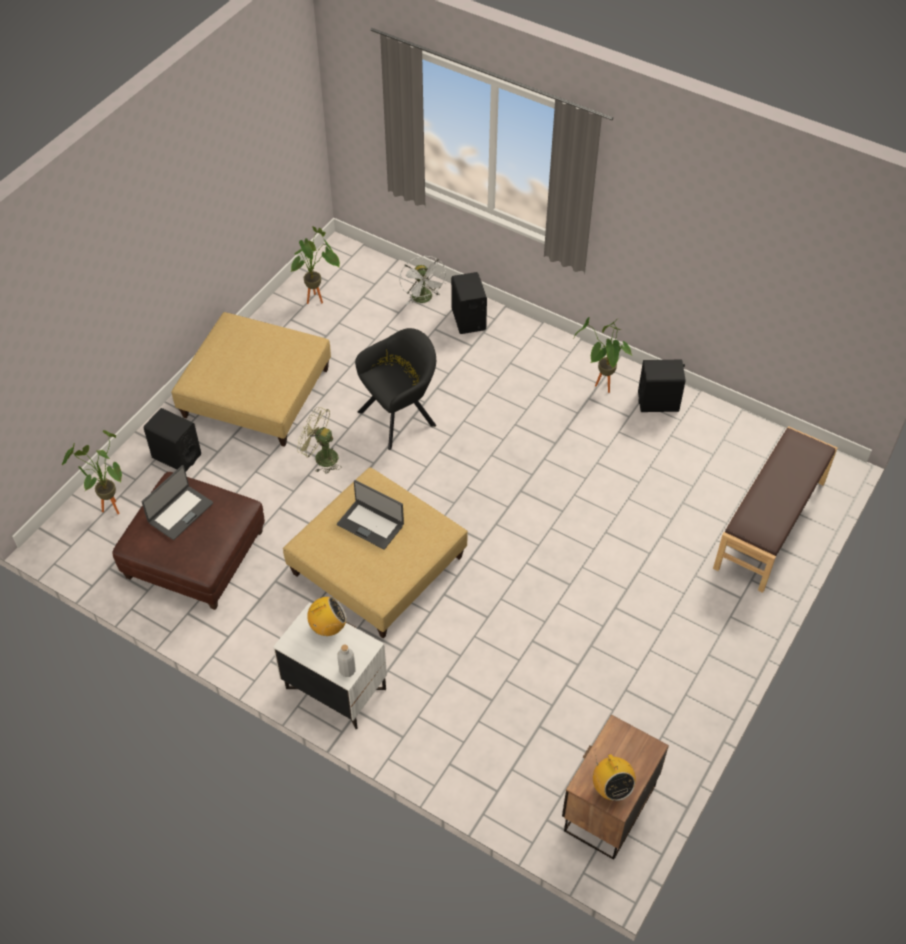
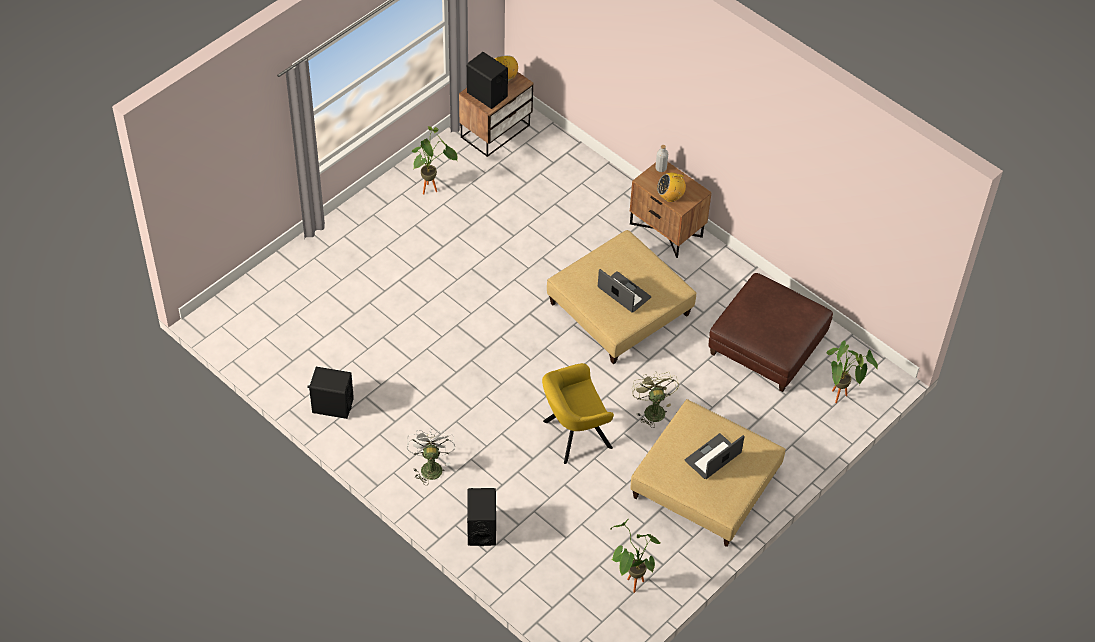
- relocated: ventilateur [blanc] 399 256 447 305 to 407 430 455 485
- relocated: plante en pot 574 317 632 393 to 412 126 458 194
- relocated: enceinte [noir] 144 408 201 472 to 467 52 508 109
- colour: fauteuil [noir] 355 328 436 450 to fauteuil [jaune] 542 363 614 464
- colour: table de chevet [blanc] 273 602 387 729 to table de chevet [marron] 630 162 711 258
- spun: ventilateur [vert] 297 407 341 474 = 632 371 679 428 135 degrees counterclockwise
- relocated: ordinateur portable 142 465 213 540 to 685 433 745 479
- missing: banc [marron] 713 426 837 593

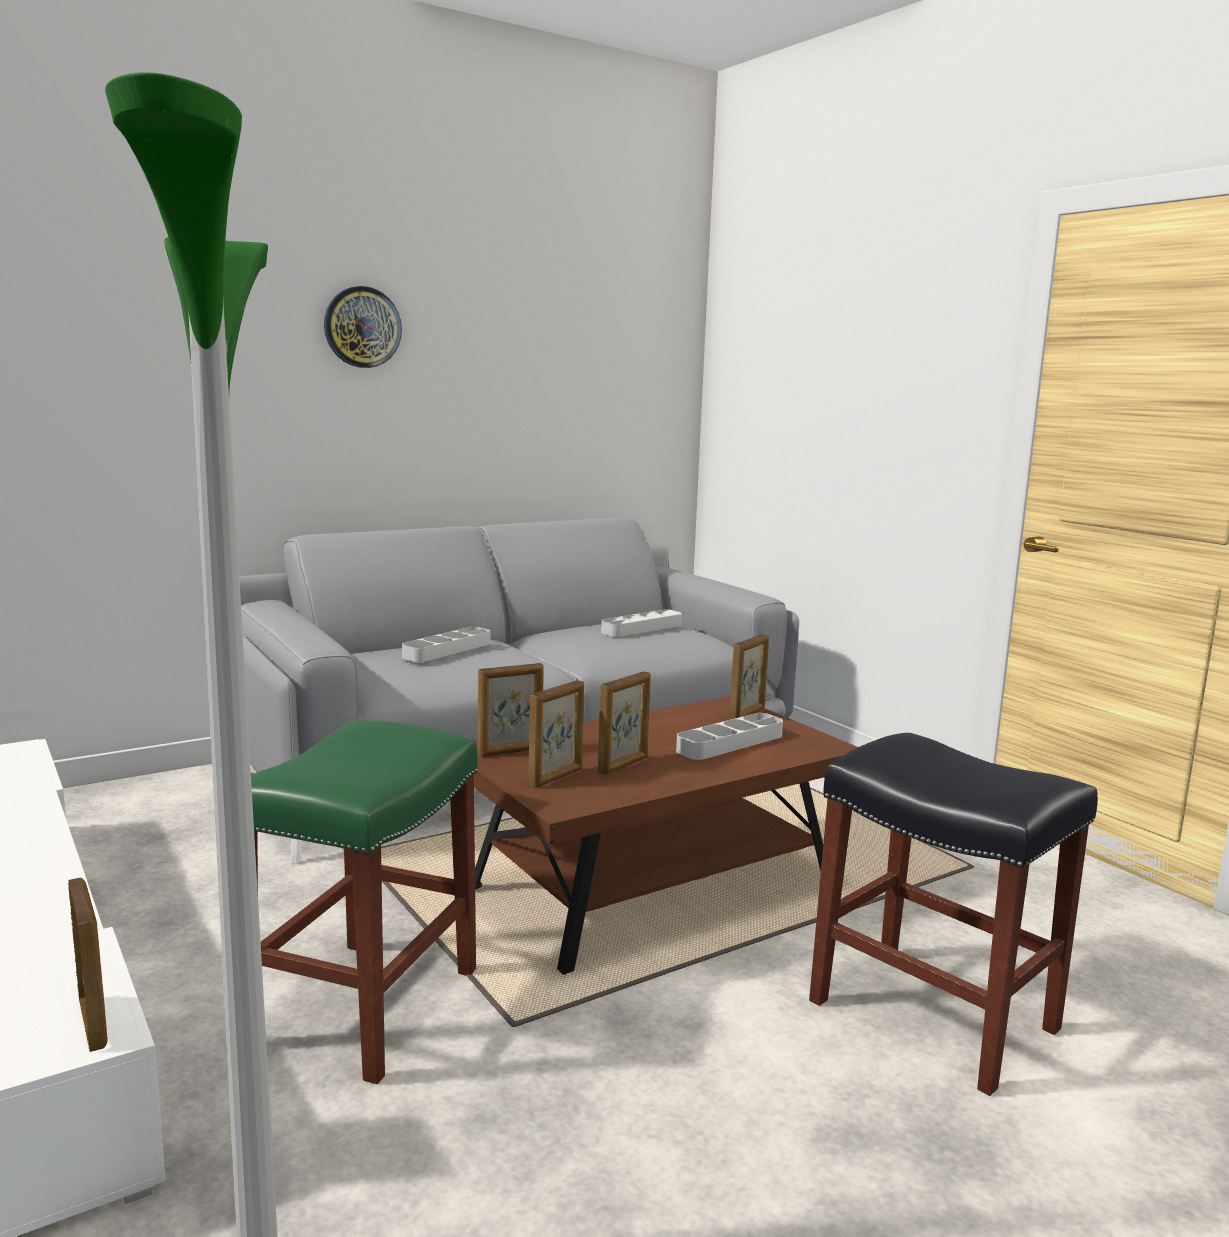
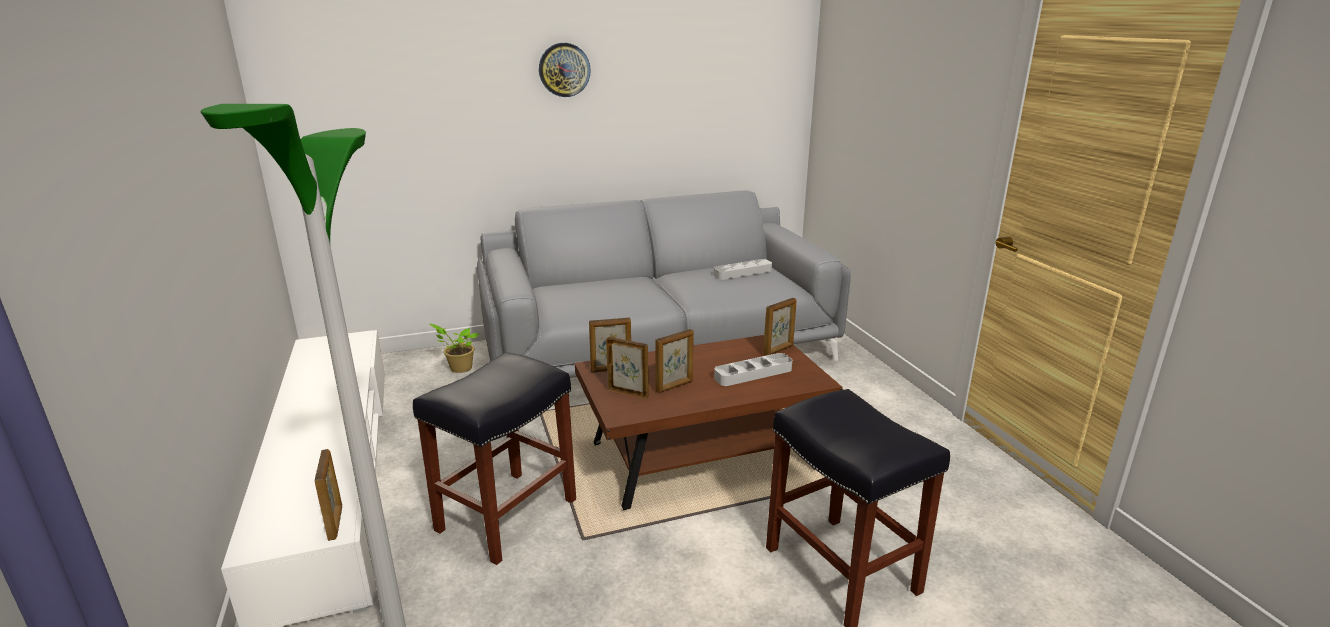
- colour: tabouret [vert] 251 720 478 1084 to tabouret [noir] 413 352 576 565
- appeared: plante en pot 430 324 479 373
- spun: cadre photo 528 680 584 788 = 606 337 649 399 120 degrees counterclockwise
- missing: plateau [gris] 402 627 490 662

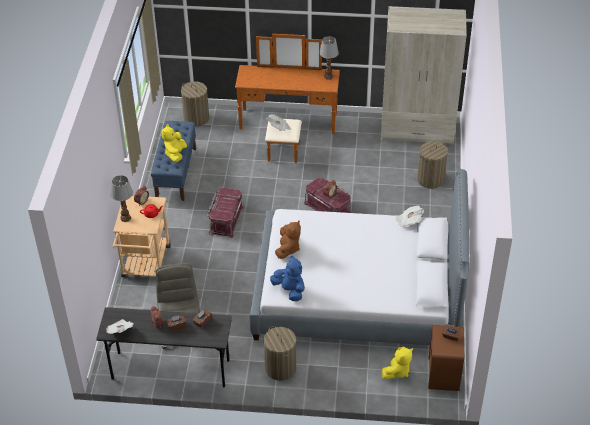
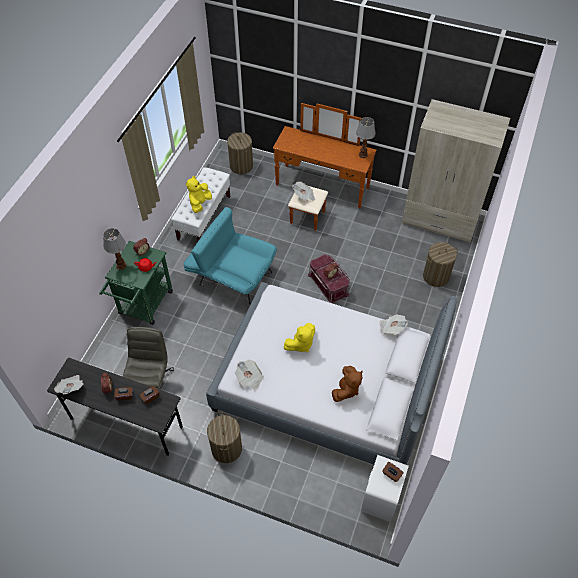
- colour: chariot [beige] 113 196 171 277 to chariot [vert] 99 241 173 325
- colour: banc [bleu] 151 121 196 201 to banc [blanc] 171 167 230 241
- exchanged: boîte de rangement [rouge] 207 188 244 238 to fauteuil [turquoise] 183 207 277 304
- exchanged: peluche [bleu] 270 256 305 301 to journal 235 360 264 391
- relocated: peluche [jaune] 382 347 413 379 to 284 323 315 352
- relocated: peluche [marron] 275 221 301 259 to 332 366 363 402
- colour: table de chevet [marron] 428 325 464 391 to table de chevet [blanc] 361 455 409 522

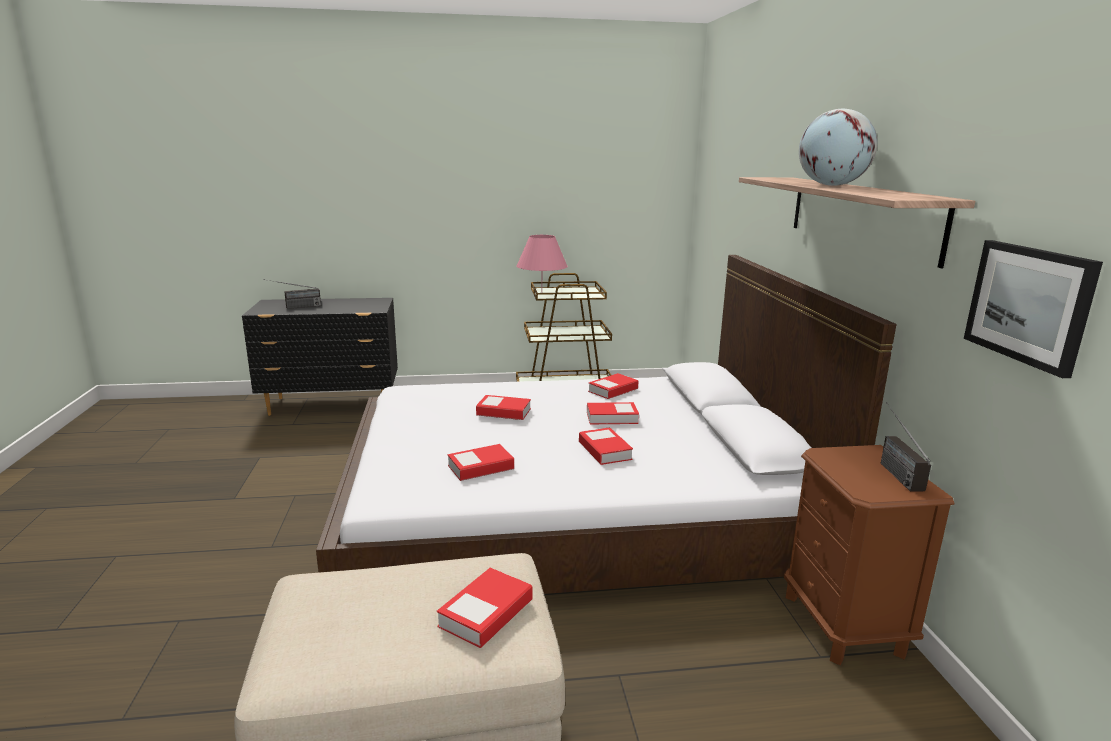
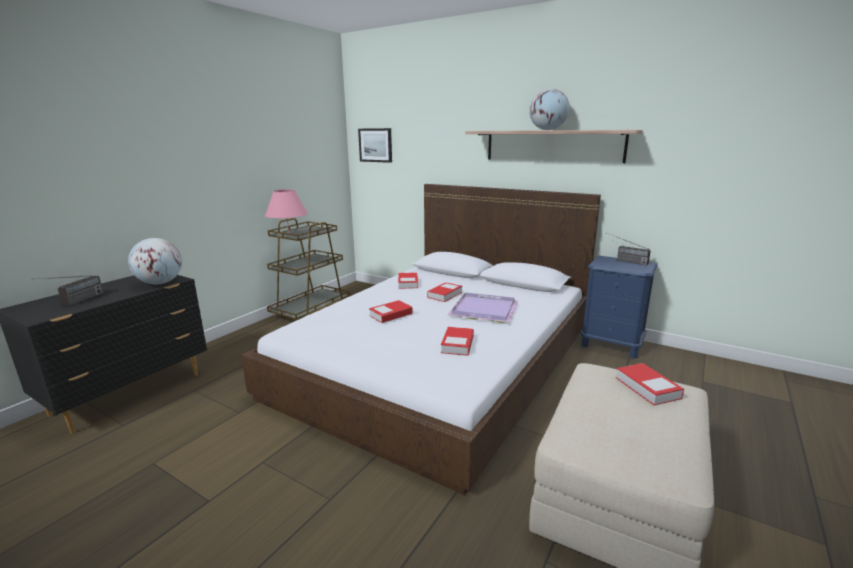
- appeared: globe 128 238 182 285
- relocated: tableau 964 240 1103 378 to 358 128 392 163
- exchanged: livre 579 427 633 465 to plateau [violet] 448 293 518 323
- colour: table de chevet [marron] 784 445 954 665 to table de chevet [bleu] 580 256 658 359

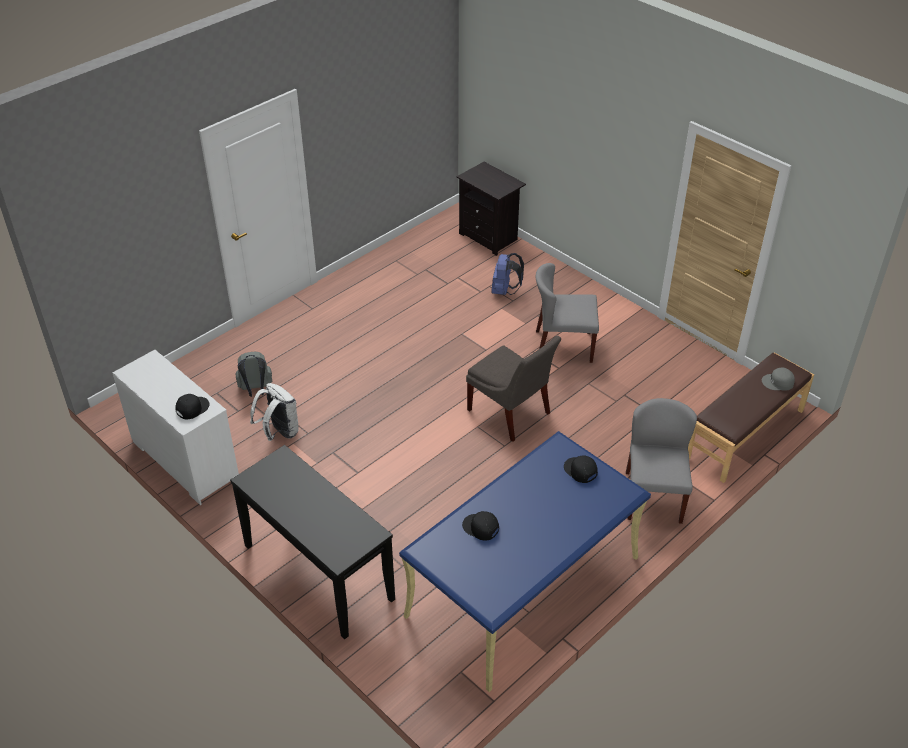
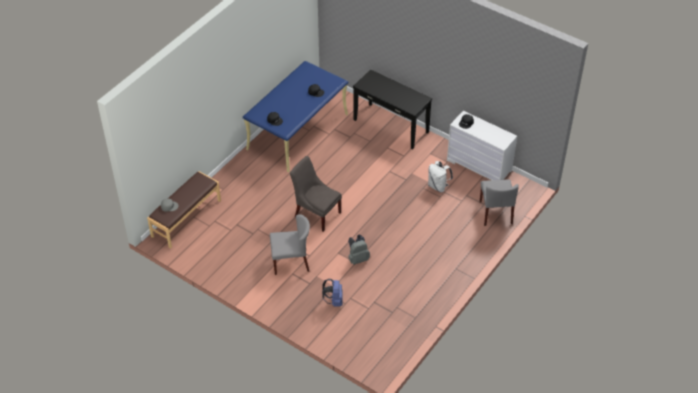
- relocated: sac à dos [gris] 236 351 272 397 to 348 234 370 265
- relocated: chaise [gris] 626 398 697 524 to 480 179 519 226
- missing: table de chevet [noir] 457 162 526 256

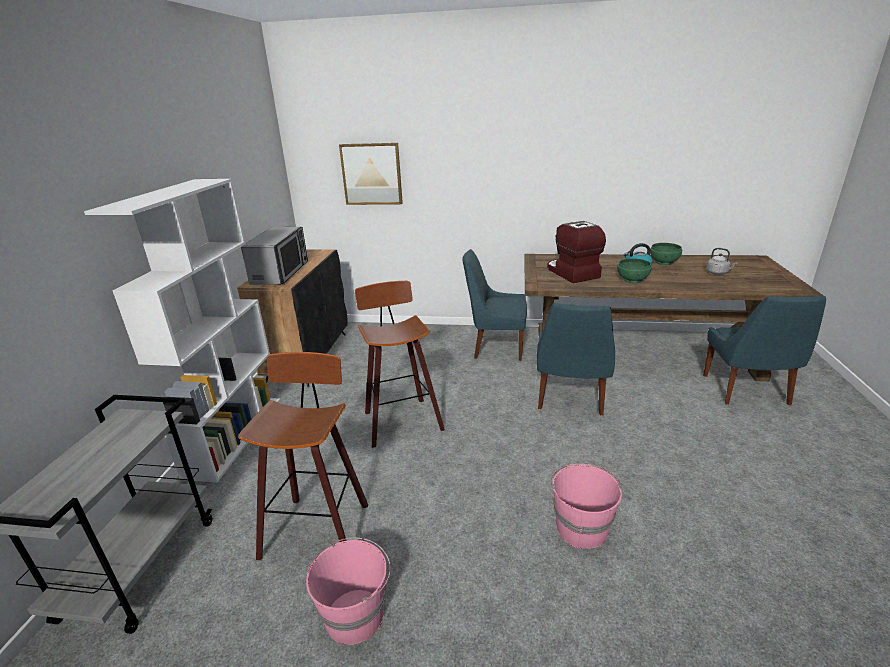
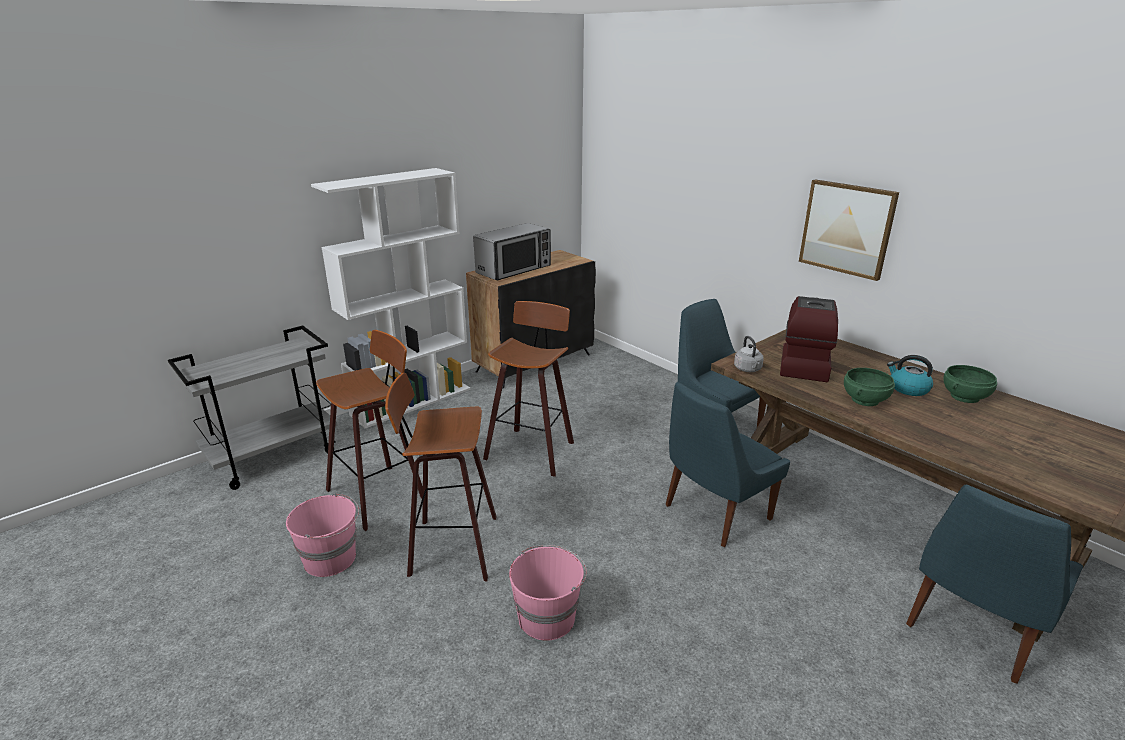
- appeared: tabouret 385 373 496 582
- relocated: bouilloire [gris] 706 248 738 274 to 734 336 764 372
- relocated: tableau 339 143 403 205 to 799 179 899 281

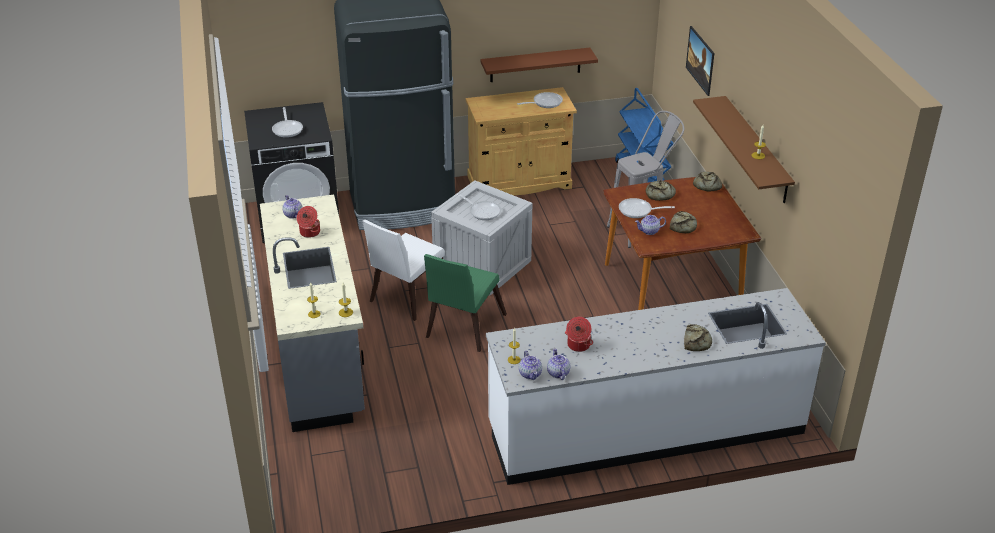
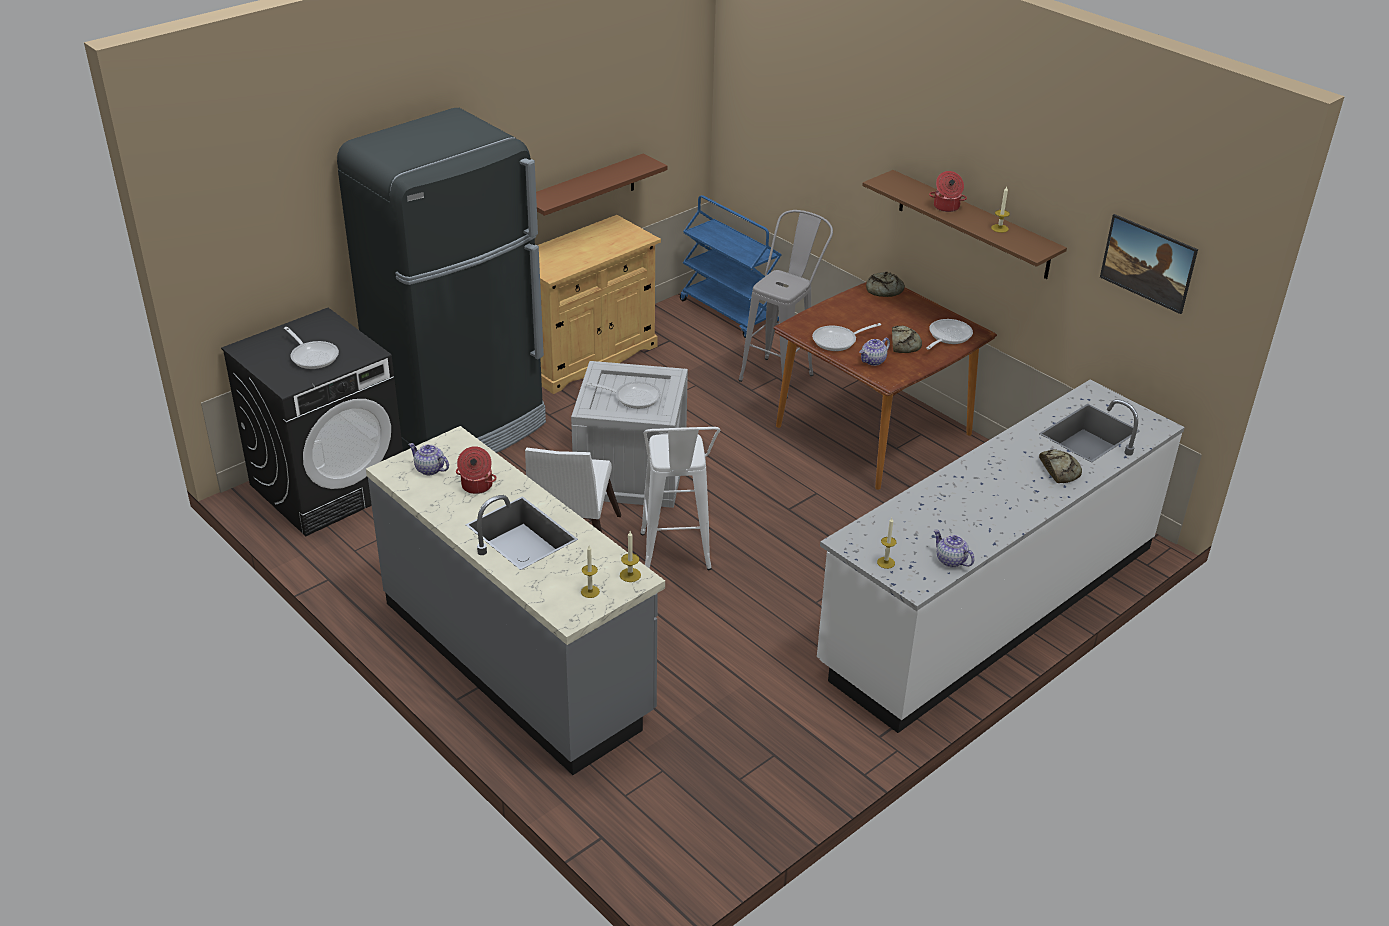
- exchanged: chaise [vert] 424 254 507 352 to tabouret [blanc] 640 427 720 570
- relocated: poêle 517 92 563 108 to 926 319 973 350
- relocated: marmite 565 317 593 352 to 929 171 967 212
- relocated: tableau 686 26 714 96 to 1100 214 1198 314
- missing: théière 519 351 542 380
- missing: pain 646 180 676 201

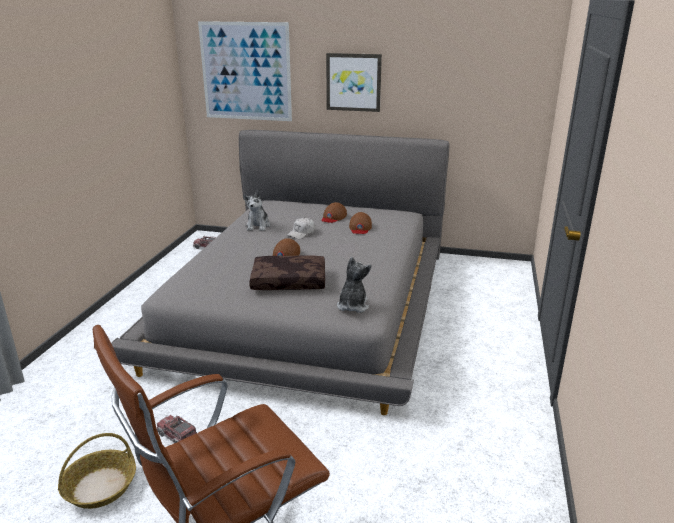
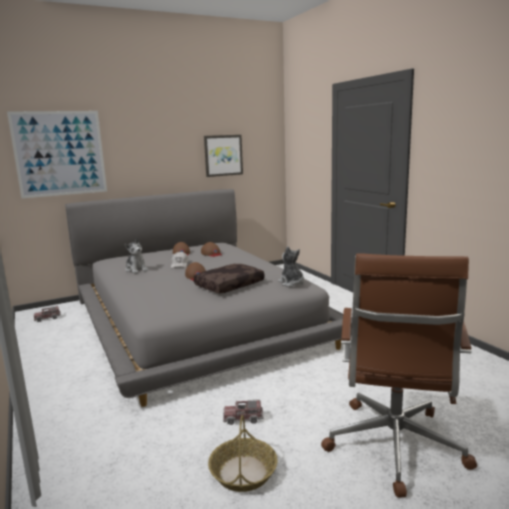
- relocated: tableau 326 53 382 112 to 204 135 243 177

